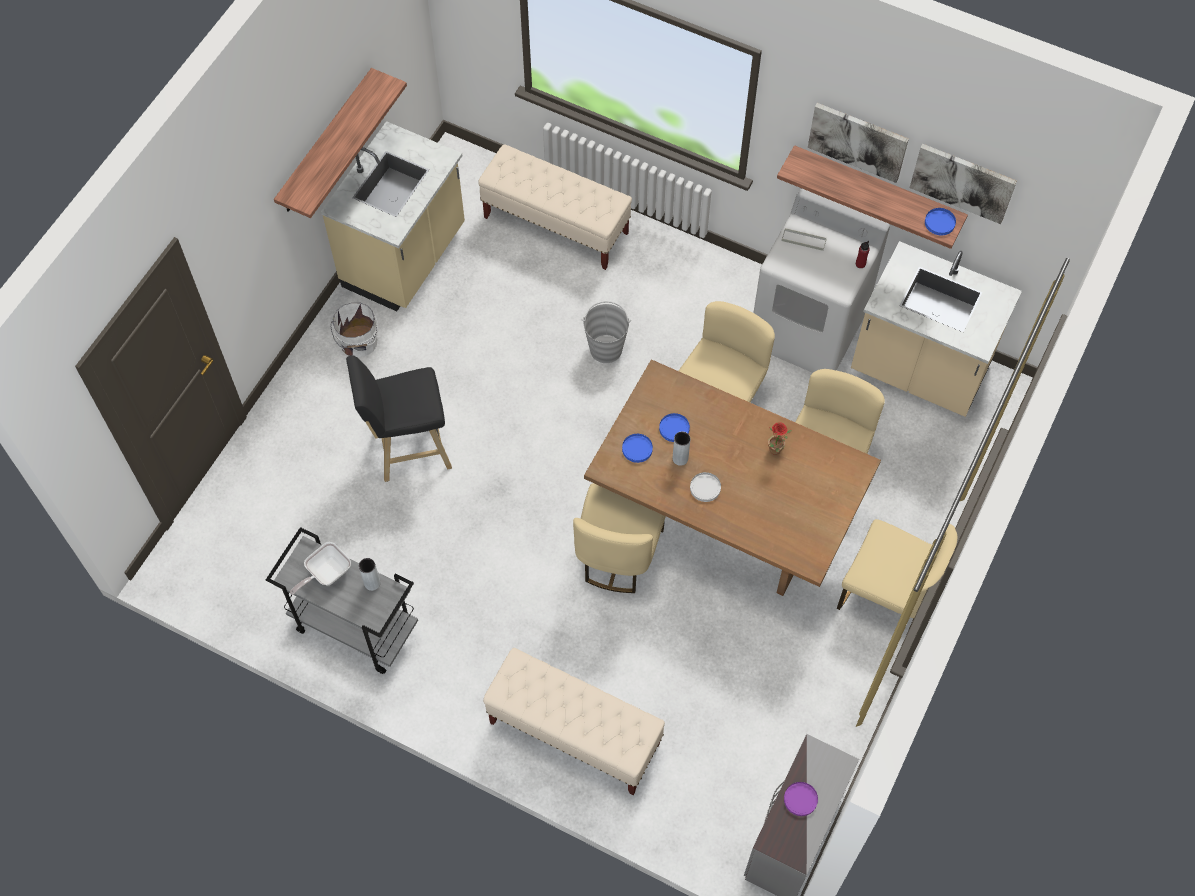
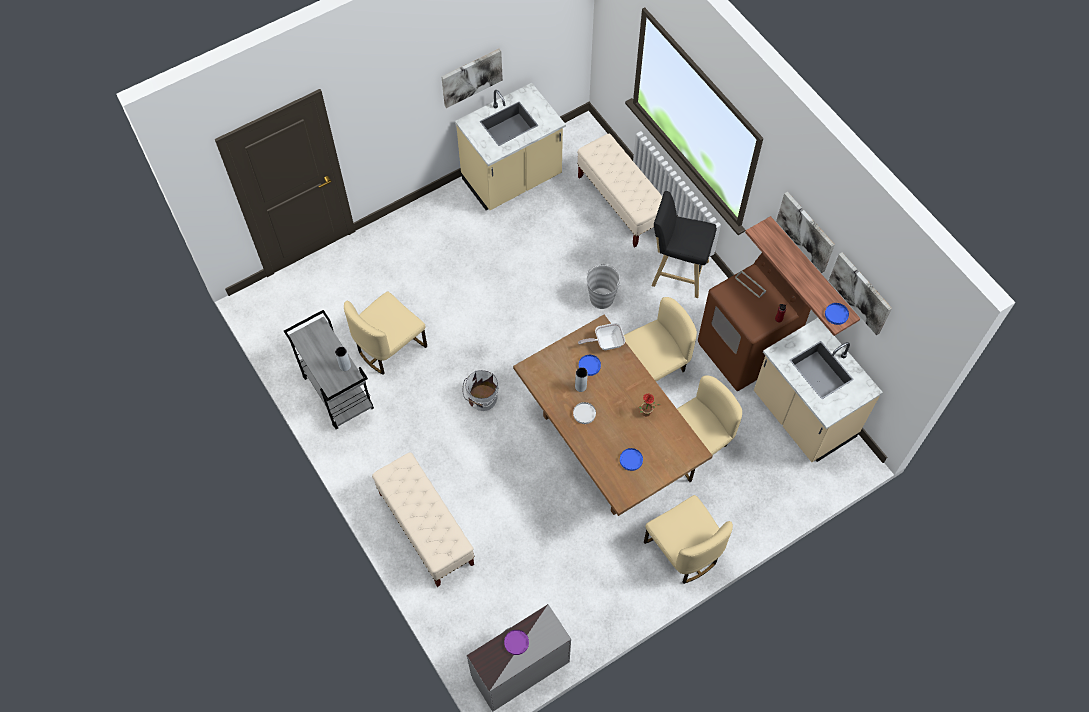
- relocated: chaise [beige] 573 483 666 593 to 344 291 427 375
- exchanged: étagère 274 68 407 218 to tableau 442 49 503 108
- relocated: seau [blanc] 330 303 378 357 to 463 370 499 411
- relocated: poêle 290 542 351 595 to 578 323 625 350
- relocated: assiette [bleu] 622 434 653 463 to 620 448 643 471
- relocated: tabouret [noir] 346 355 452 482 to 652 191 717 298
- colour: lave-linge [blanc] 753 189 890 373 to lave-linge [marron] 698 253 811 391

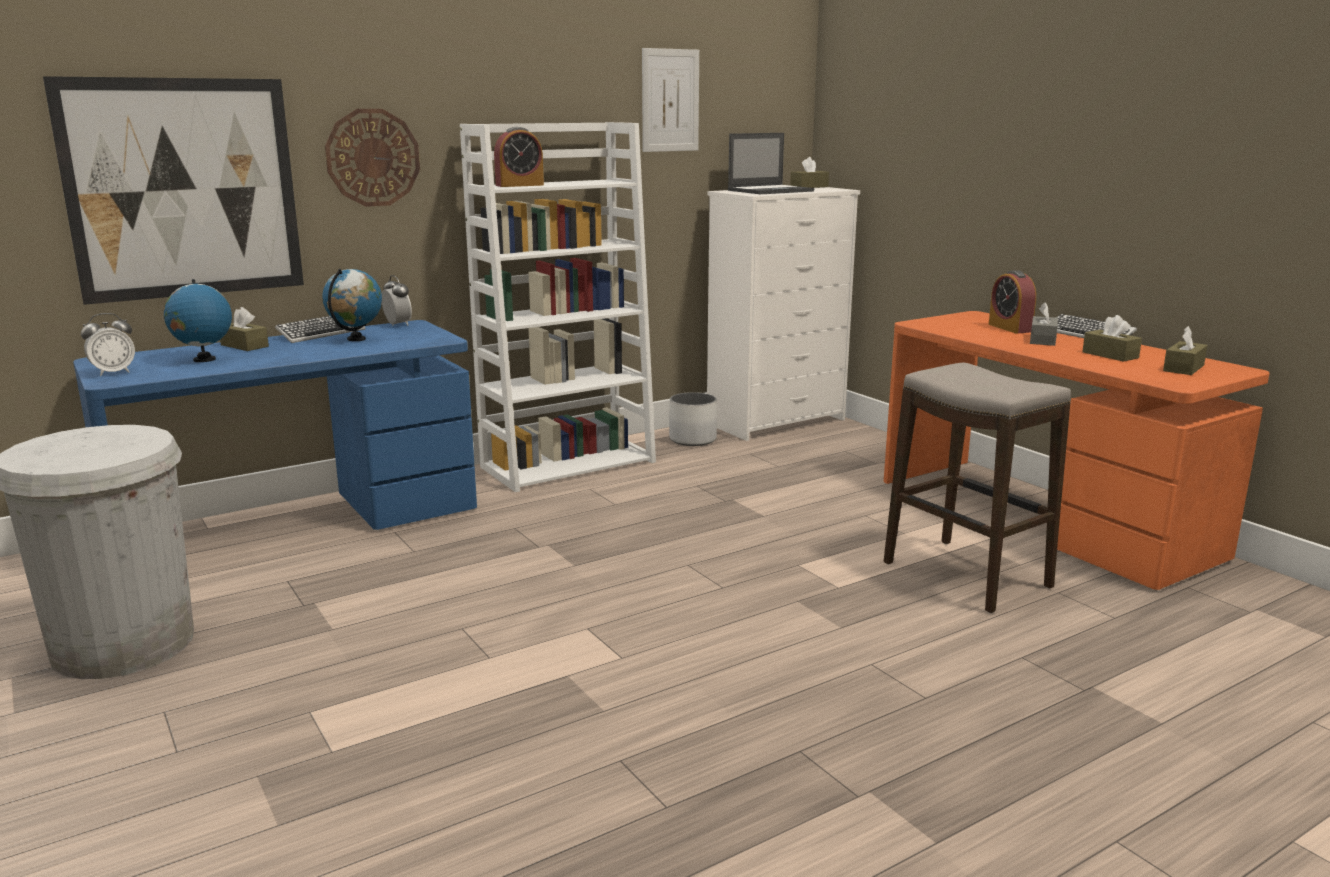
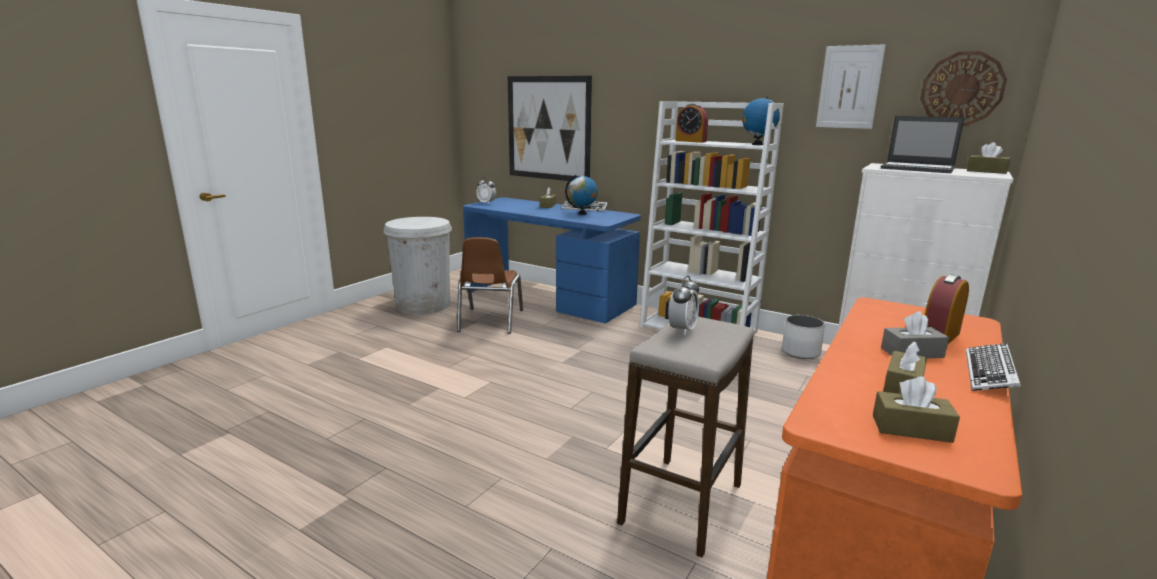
- appeared: chaise [marron] 457 237 523 334
- relocated: réveil 382 275 412 326 to 668 276 699 335
- relocated: globe 164 279 232 362 to 742 97 780 145
- relocated: horloge murale 325 109 420 207 to 920 51 1007 126

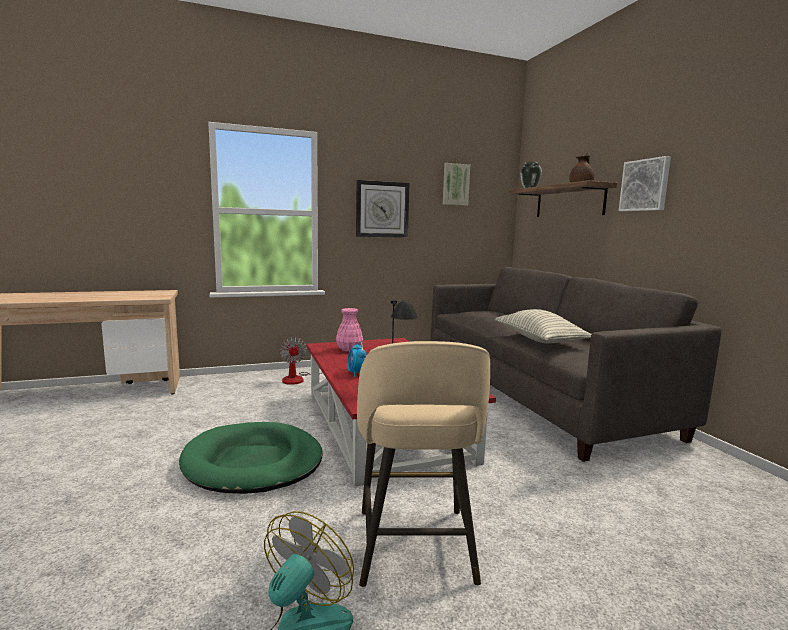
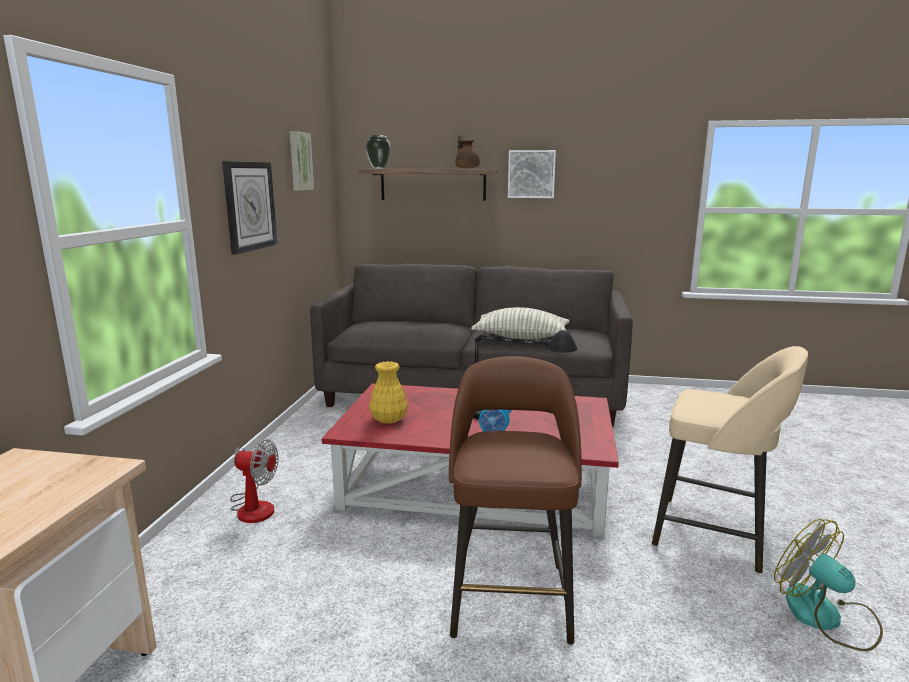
- colour: vase [rose] 336 308 363 352 to vase [jaune] 369 361 408 424
- exchanged: panier pour chien [vert] 179 422 323 494 to tabouret [marron] 449 356 582 645

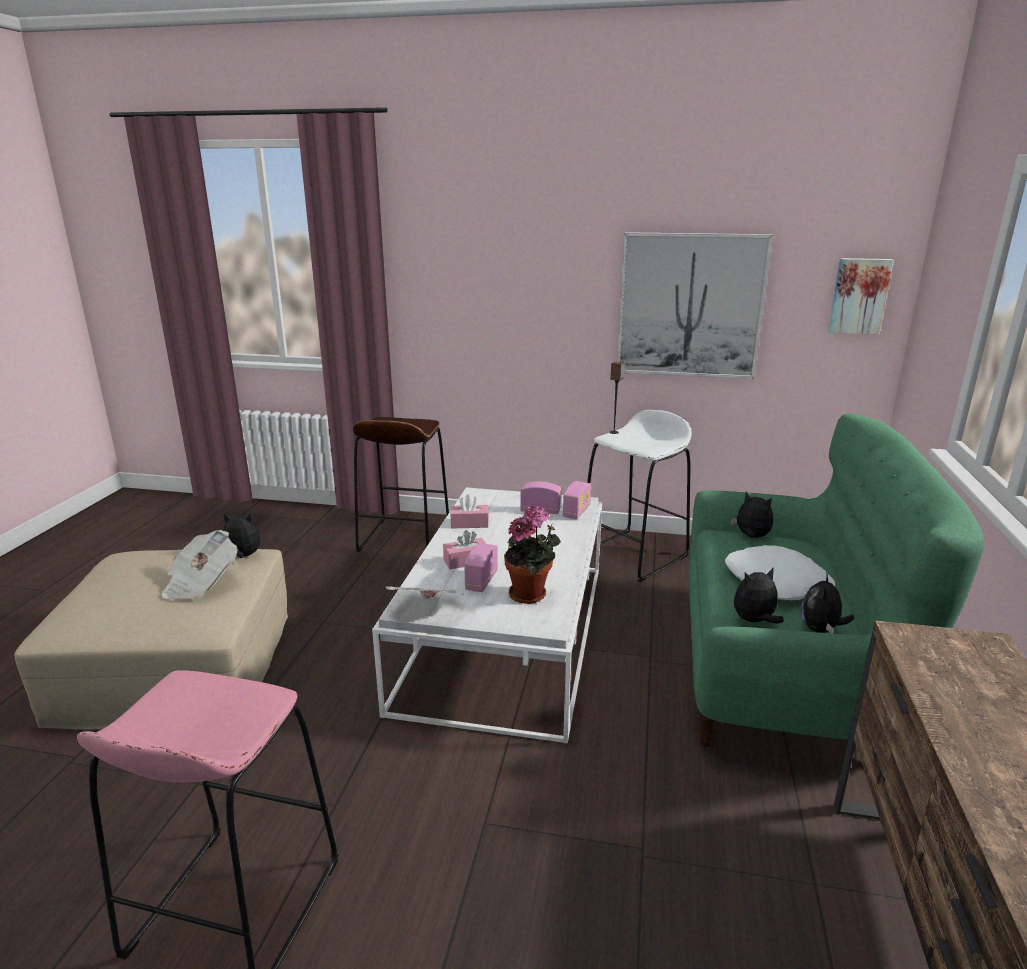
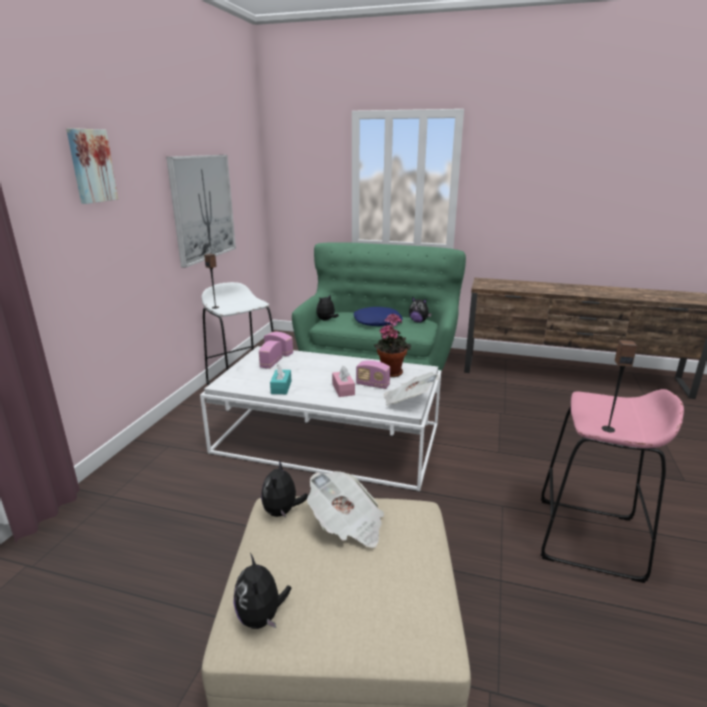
- relocated: tableau 828 258 894 335 to 66 128 118 204
- relocated: peluche 734 568 784 624 to 234 553 291 629
- colour: boîte à mouchoirs [rose] 450 494 489 528 to boîte à mouchoirs [turquoise] 270 364 291 394
- colour: coussin [blanc] 725 545 835 600 to coussin [bleu] 353 307 403 326
- appeared: enceinte 602 340 637 432
- missing: tabouret [marron] 353 417 449 552

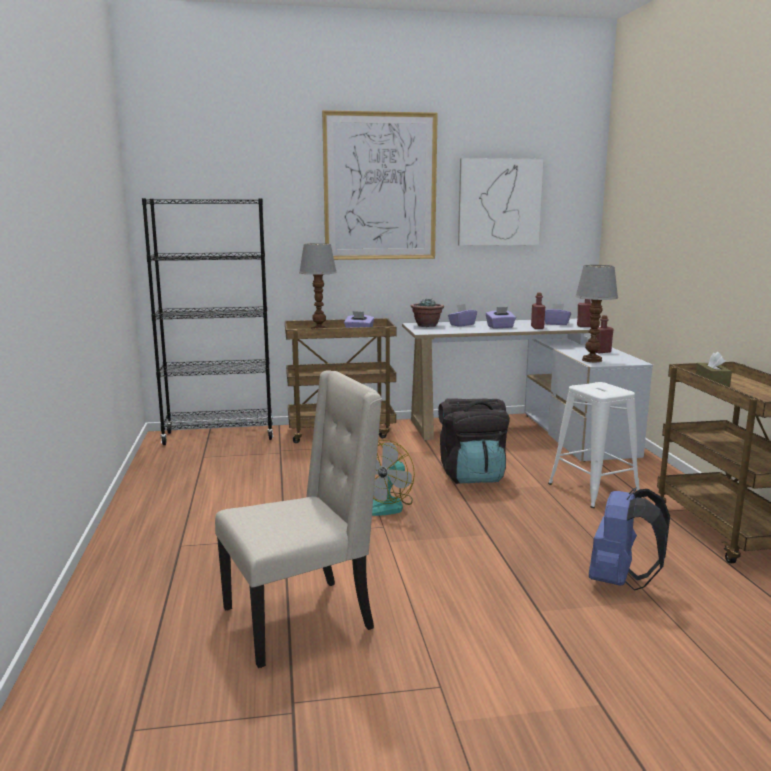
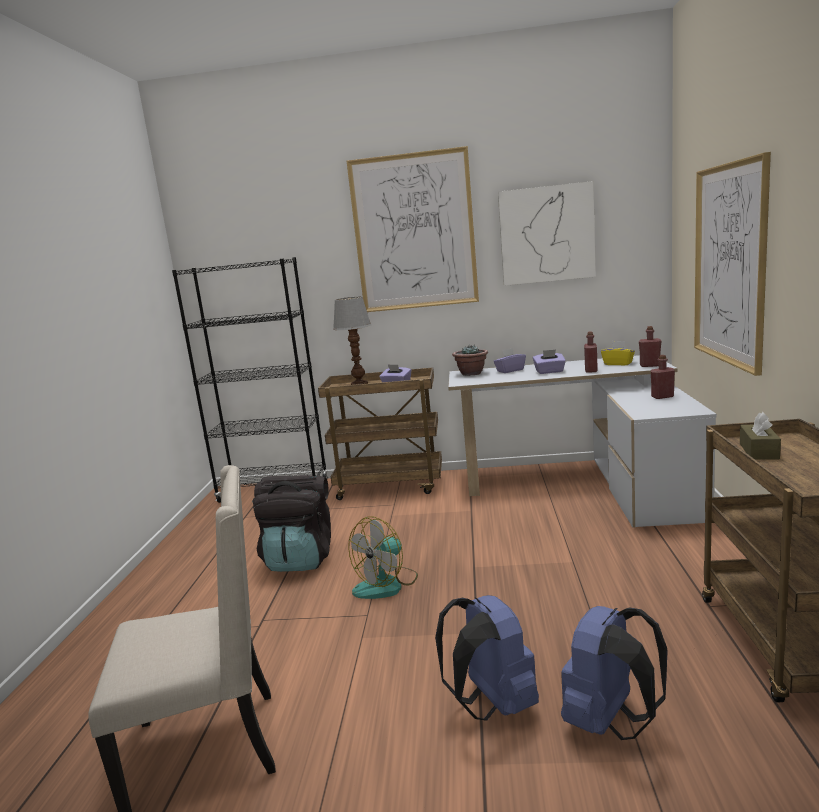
- relocated: sac à dos [noir] 438 398 510 484 to 252 475 331 572
- appeared: sac à dos [bleu] 435 595 539 721
- colour: boîte à mouchoirs [violet] 545 303 571 325 to boîte à mouchoirs [jaune] 601 341 635 365
- appeared: tableau 694 152 771 376
- missing: tabouret [blanc] 548 382 640 508
- missing: lampe de table 575 265 618 362

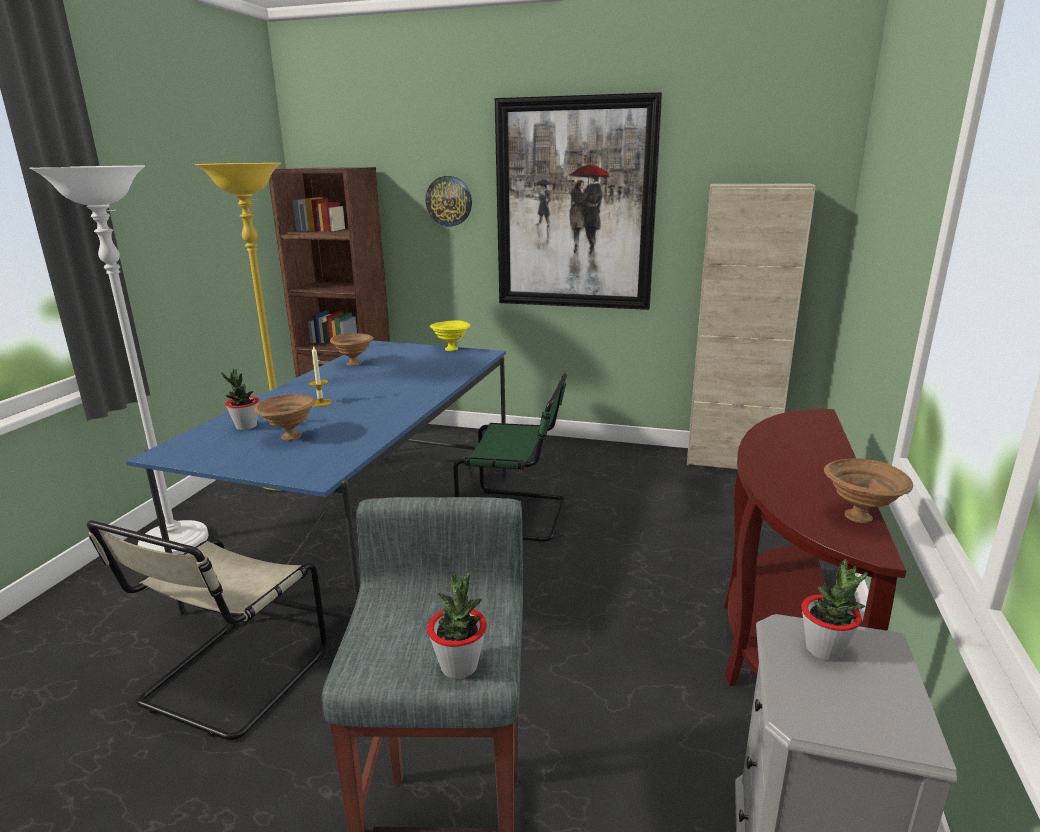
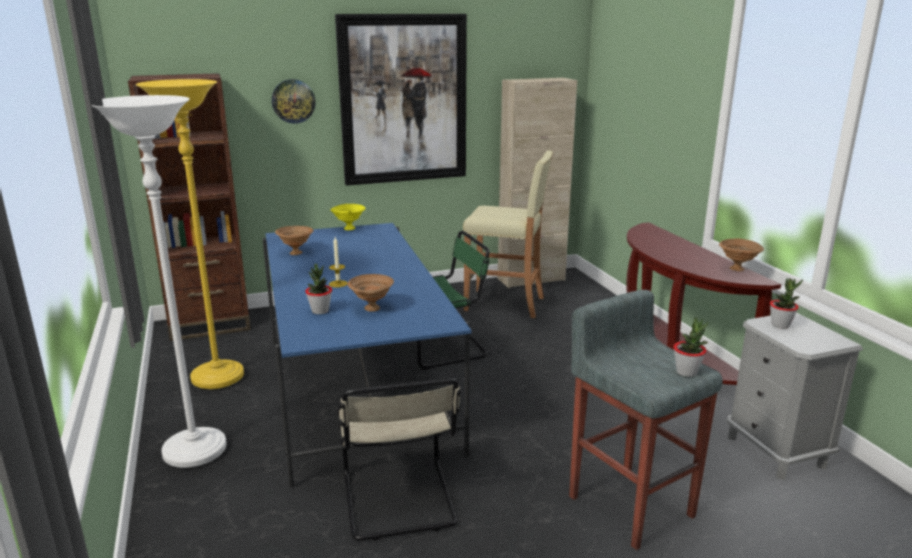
- appeared: tabouret [beige] 463 150 553 318

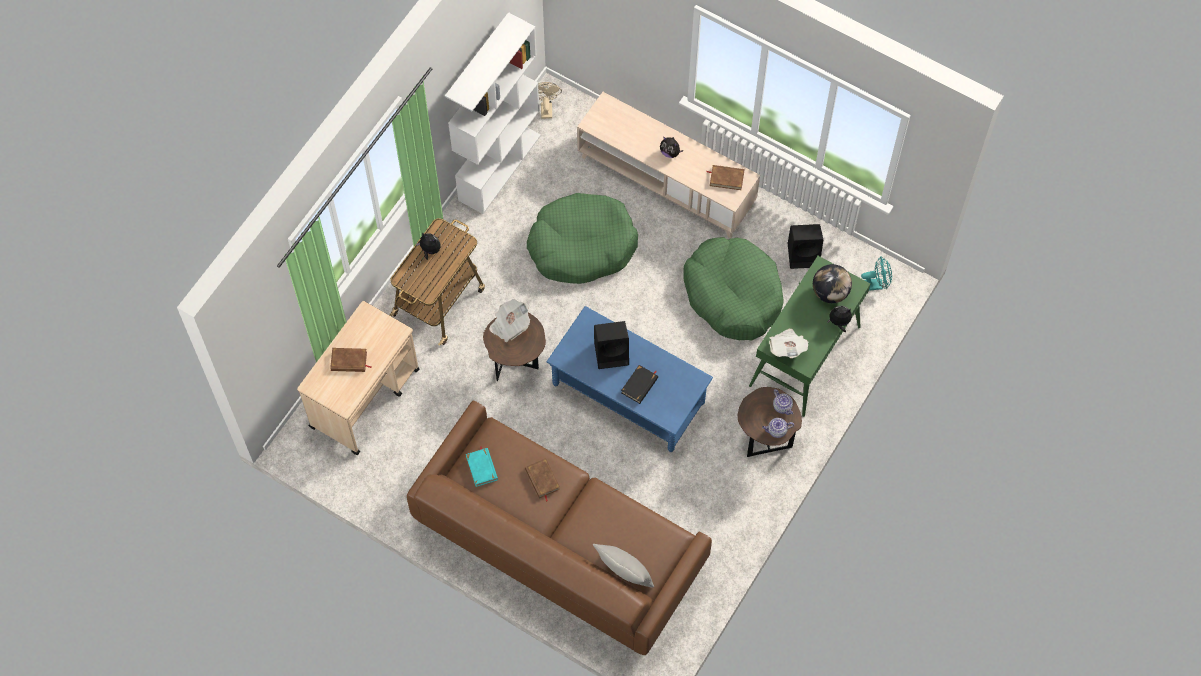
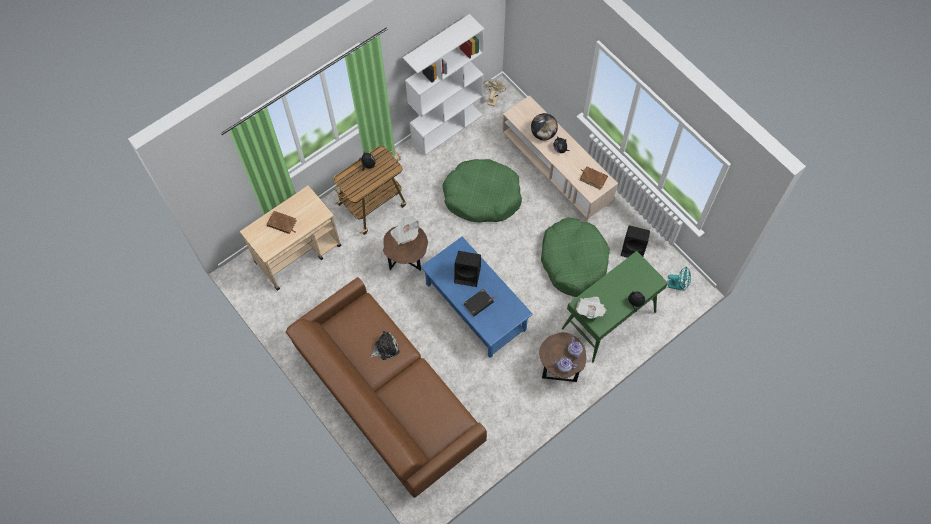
- exchanged: livre [marron] 525 458 560 502 to peluche 370 331 400 360
- relocated: globe 813 264 852 303 to 531 113 558 140
- missing: livre [turquoise] 466 446 498 487
- missing: coussin [gris] 593 544 654 587

